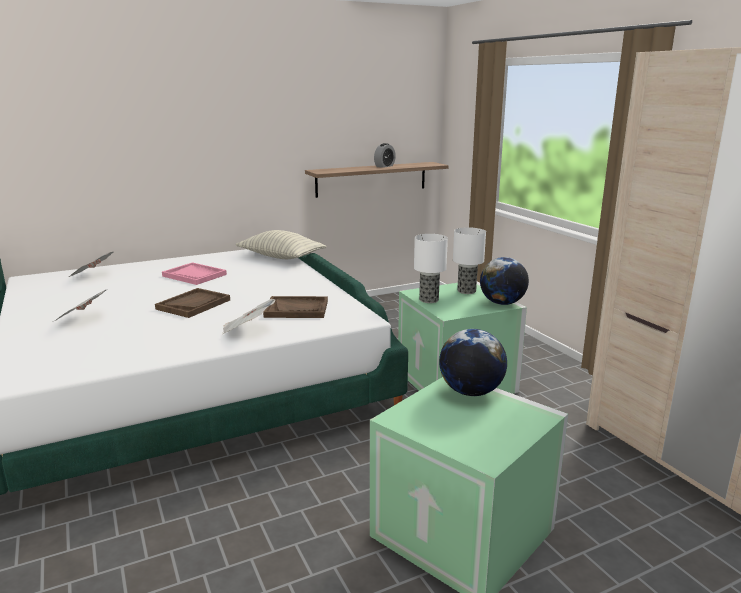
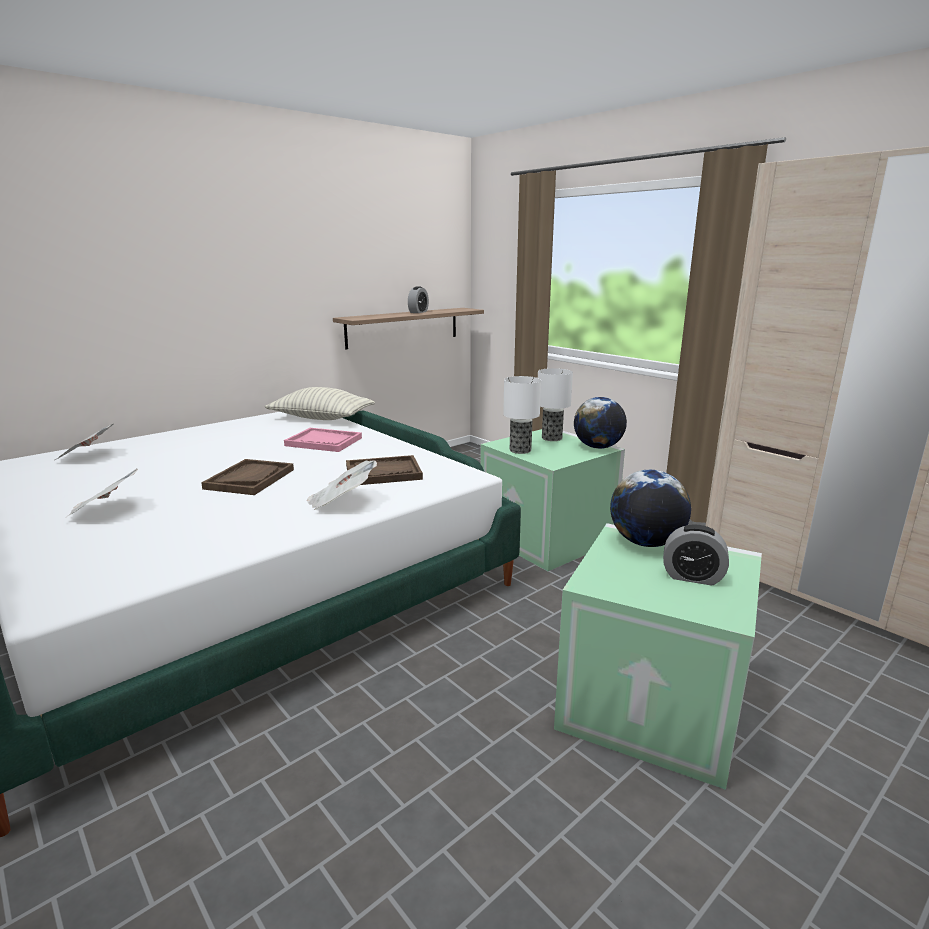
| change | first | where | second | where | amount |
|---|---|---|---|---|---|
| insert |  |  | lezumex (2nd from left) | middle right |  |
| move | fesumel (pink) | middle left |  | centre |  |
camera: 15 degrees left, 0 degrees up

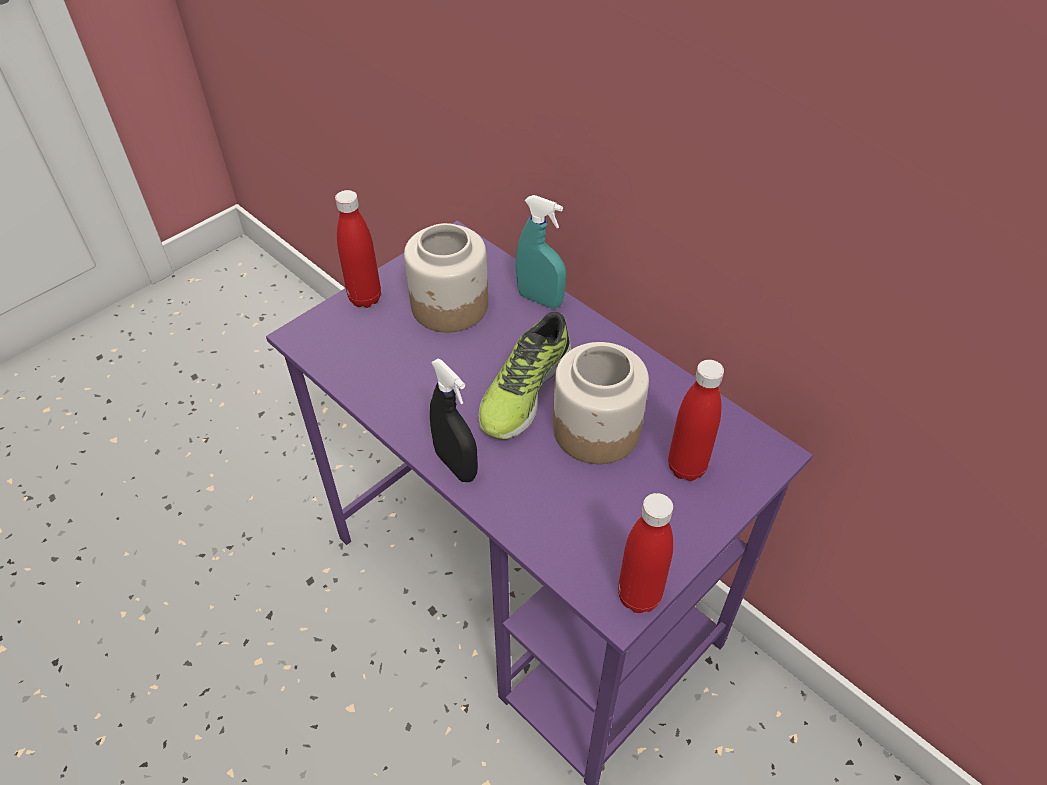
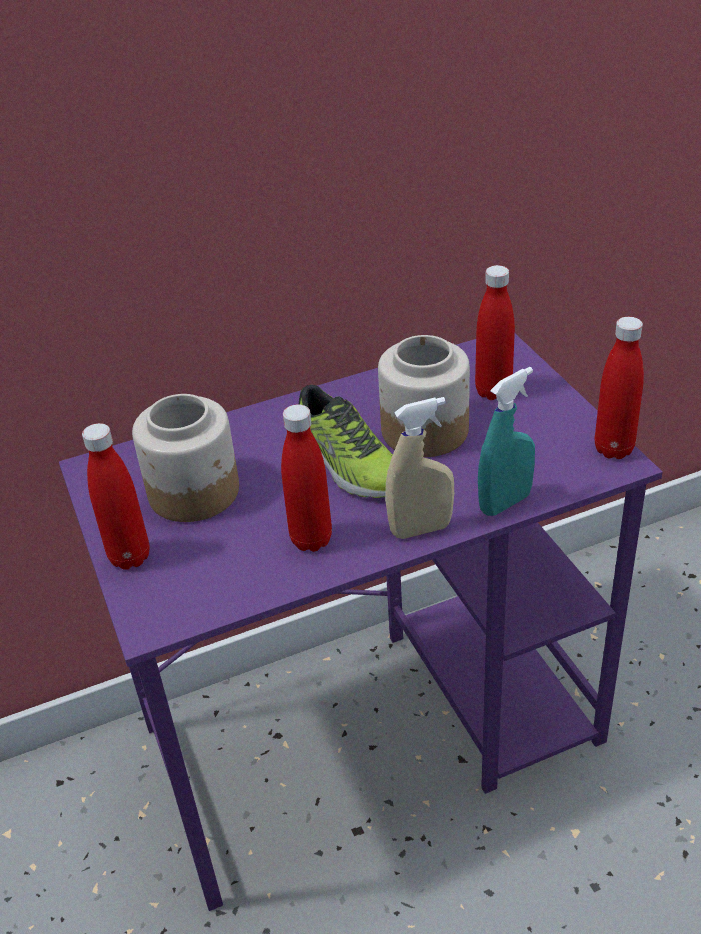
| change | first | where | second | where | amount |
|---|---|---|---|---|---|
| insert |  |  | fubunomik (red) (2nd from left) | centre |  |
| move | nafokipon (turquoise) | top centre |  | middle right |  |
| recolor | nafokipon (black) | centre | nafokipon (beige) | centre |  |
camera: 65 degrees left, 10 degrees down

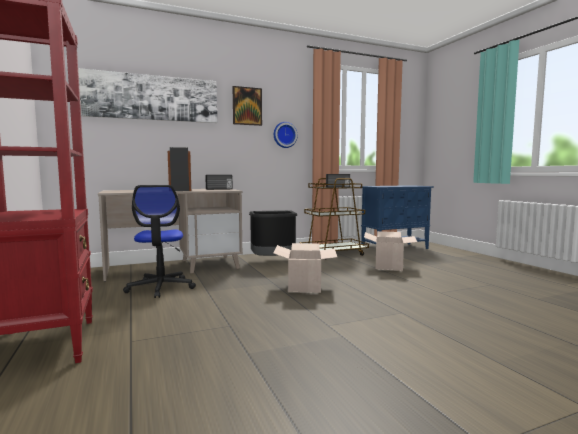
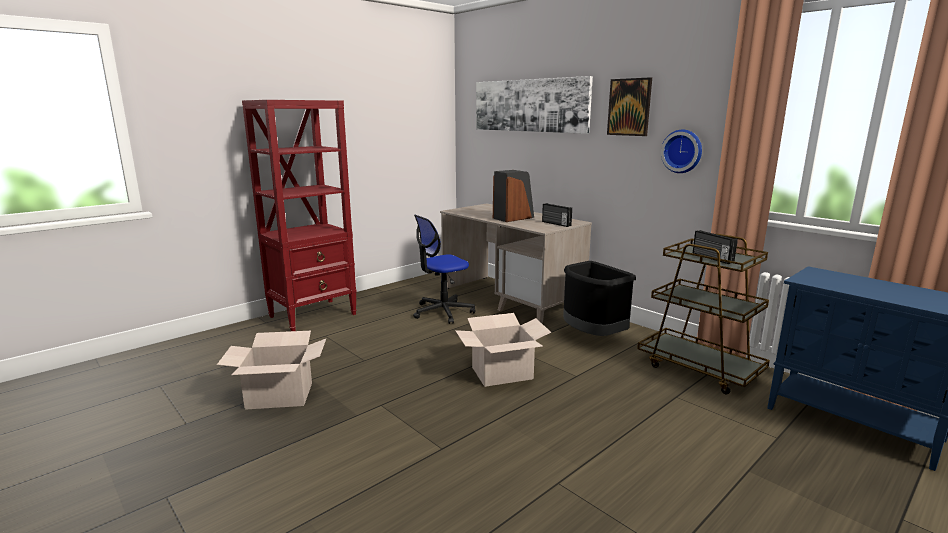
| change | first | where | second | where | amount |
|---|---|---|---|---|---|
| move | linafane (2nd from left in the first image) | middle right | linafane (1st from left) | bottom left |  |
camera: 70 degrees right, 10 degrees up

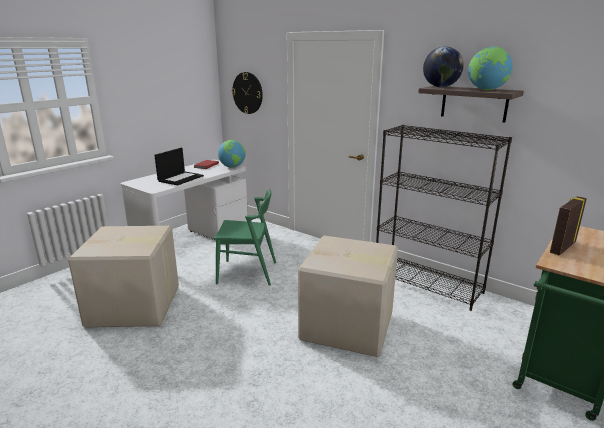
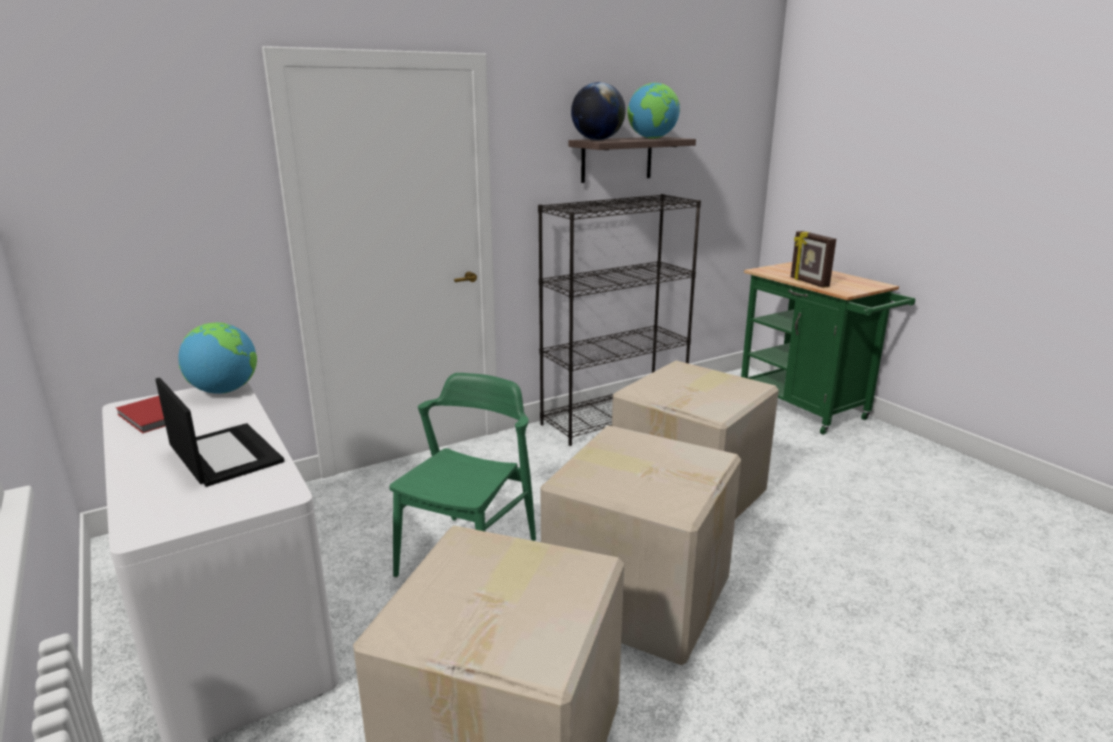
| change | first | where | second | where | amount |
|---|---|---|---|---|---|
| delete | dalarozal | top centre |  |  |  |
| insert |  |  | linafane (2nd from left) | bottom centre |  |
camera: 70 degrees left, 0 degrees up

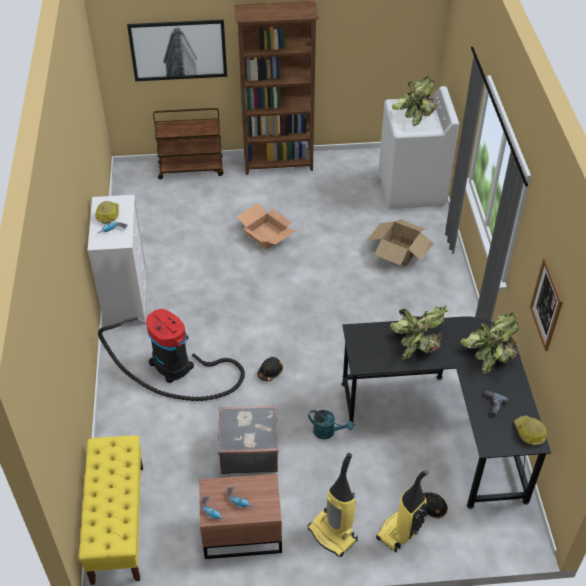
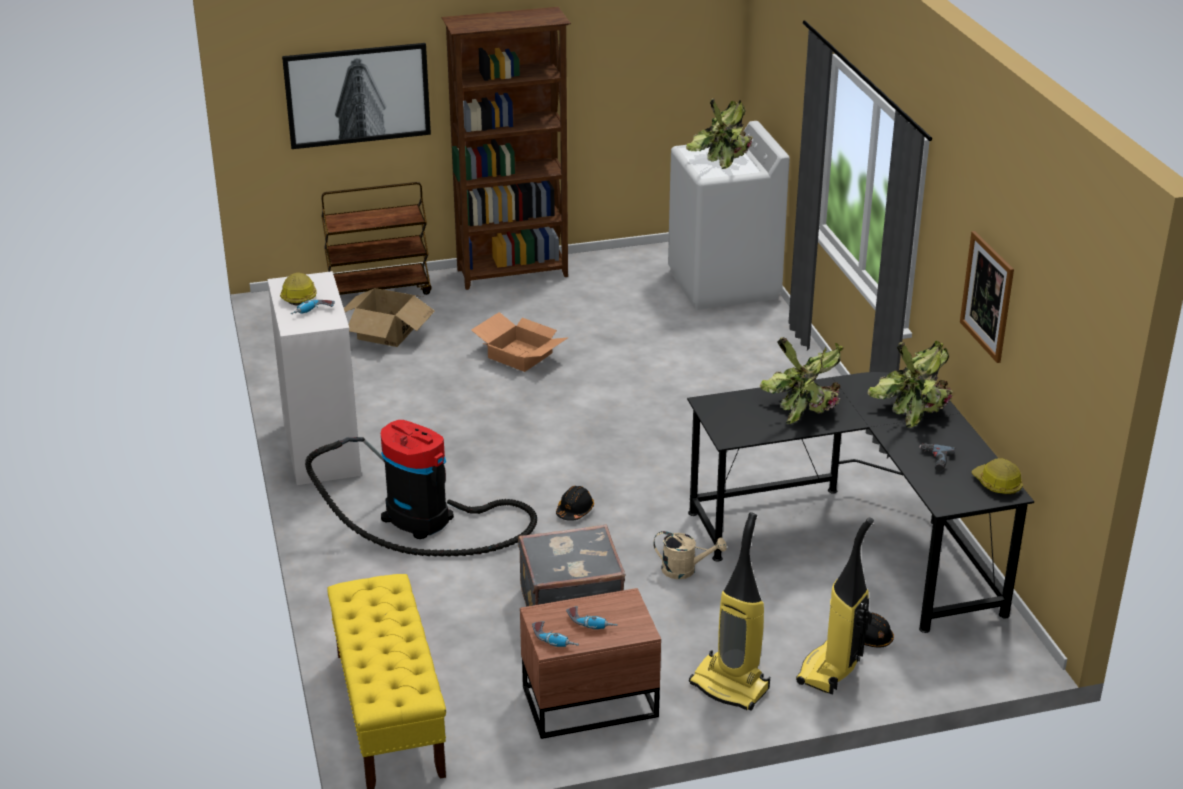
| change | first | where | second | where | amount |
|---|---|---|---|---|---|
| move | linafane (2nd from left in the first image) | middle right | linafane (1st from left) | middle left |  |
| recolor | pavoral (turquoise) | bottom centre | pavoral (beige) | bottom centre |  |
camera: 10 degrees left, 15 degrees down

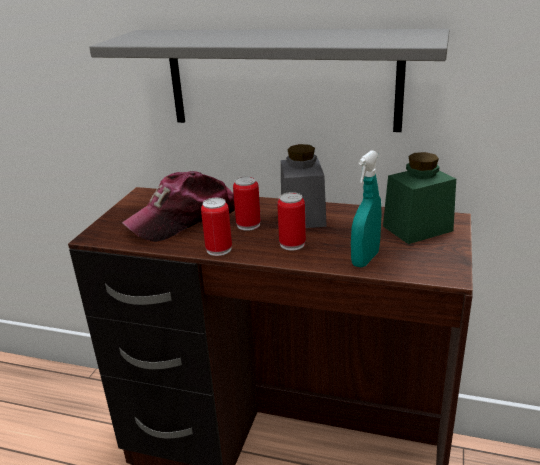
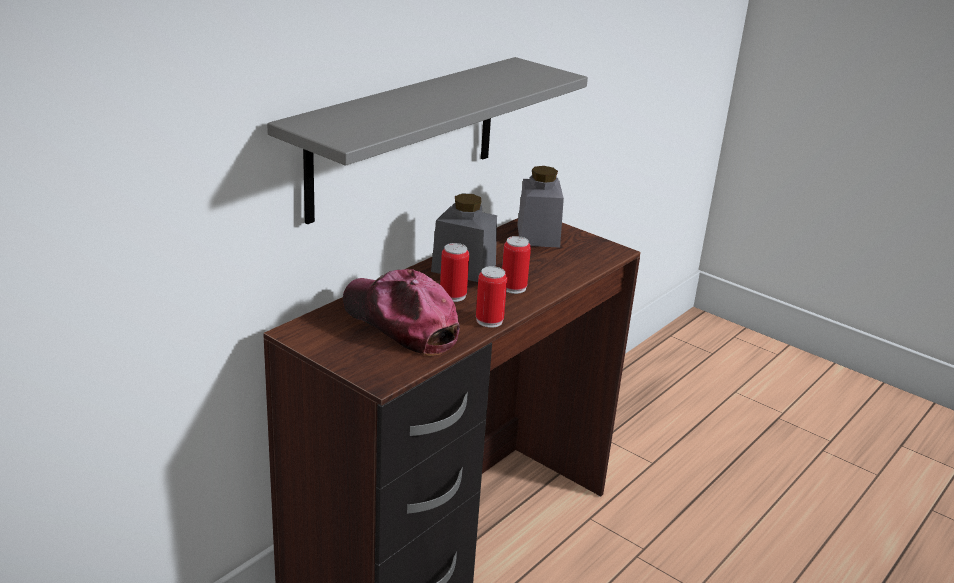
| change | first | where | second | where | amount |
|---|---|---|---|---|---|
| delete | nafokipon (turquoise) | middle right |  |  |  |
| recolor | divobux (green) | middle right | divobux (grey) (2nd from left) | centre |  |
| rotate | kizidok | middle left |  | centre | 150 degrees clockwise |
camera: 70 degrees left, 0 degrees up

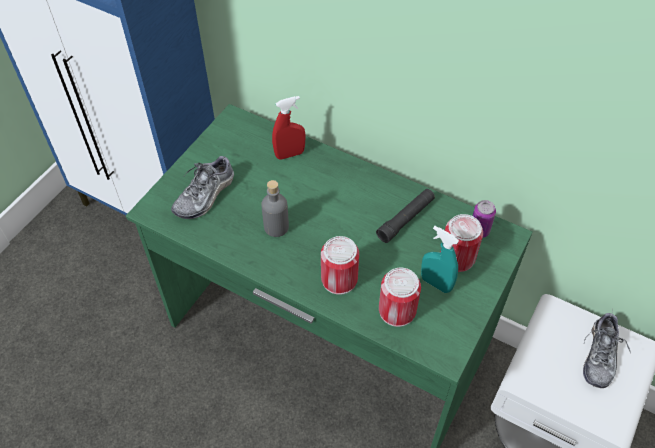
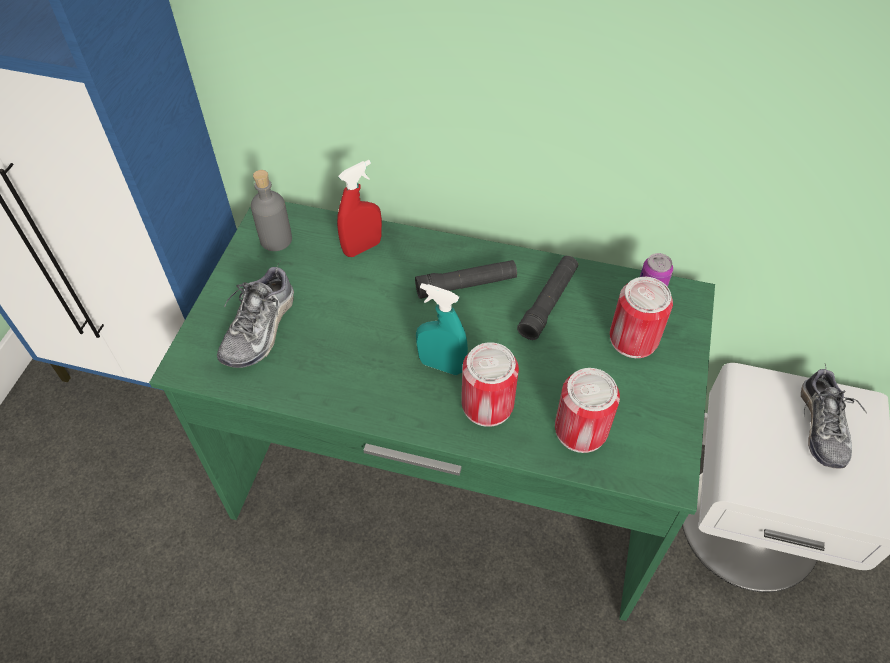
| change | first | where | second | where | amount |
|---|---|---|---|---|---|
| insert |  |  | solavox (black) (1st from left) | centre |  |
| move | fubunomik (grey) | centre |  | top left |  |
| move | nafokipon (turquoise) | middle right |  | centre |  |
camera: 15 degrees left, 0 degrees up

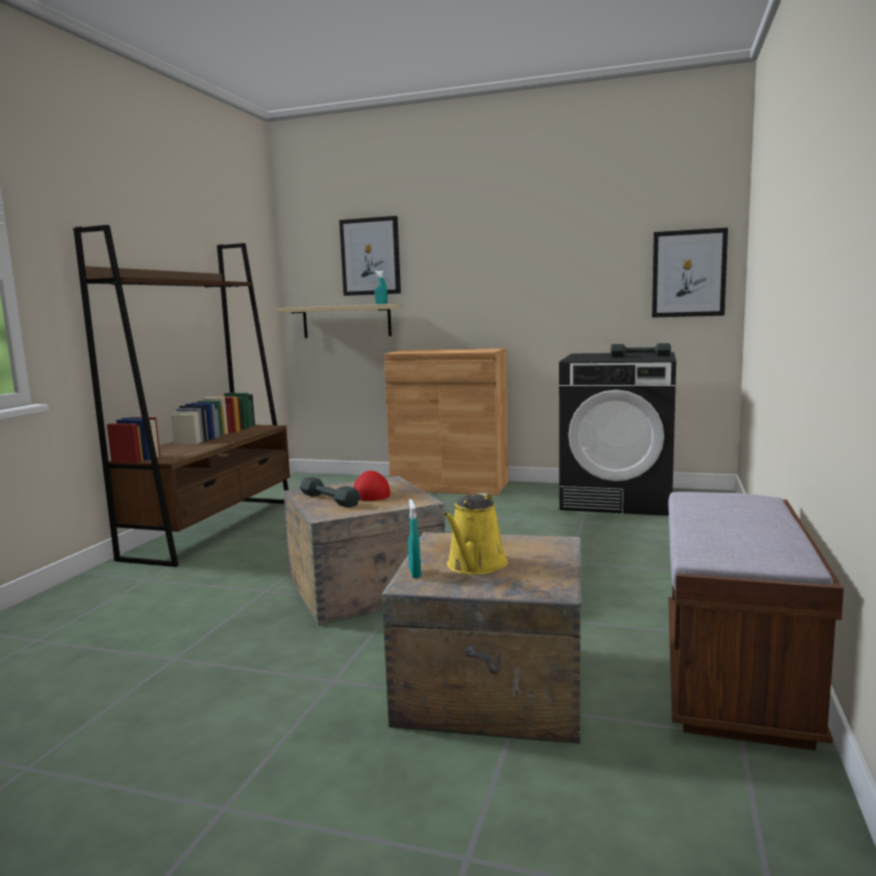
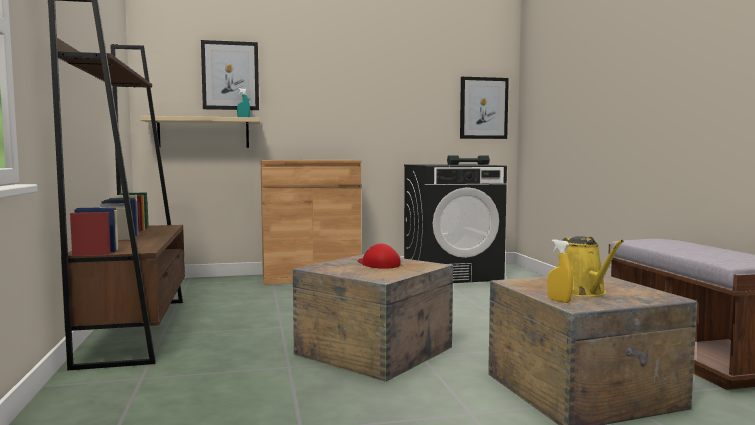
| change | first | where | second | where | amount |
|---|---|---|---|---|---|
| delete | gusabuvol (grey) (1st from left) | centre |  |  |  |
| recolor | nafokipon (turquoise) (2nd from left) | centre | nafokipon (yellow) | middle right |  |
camera: 30 degrees left, 5 degrees down

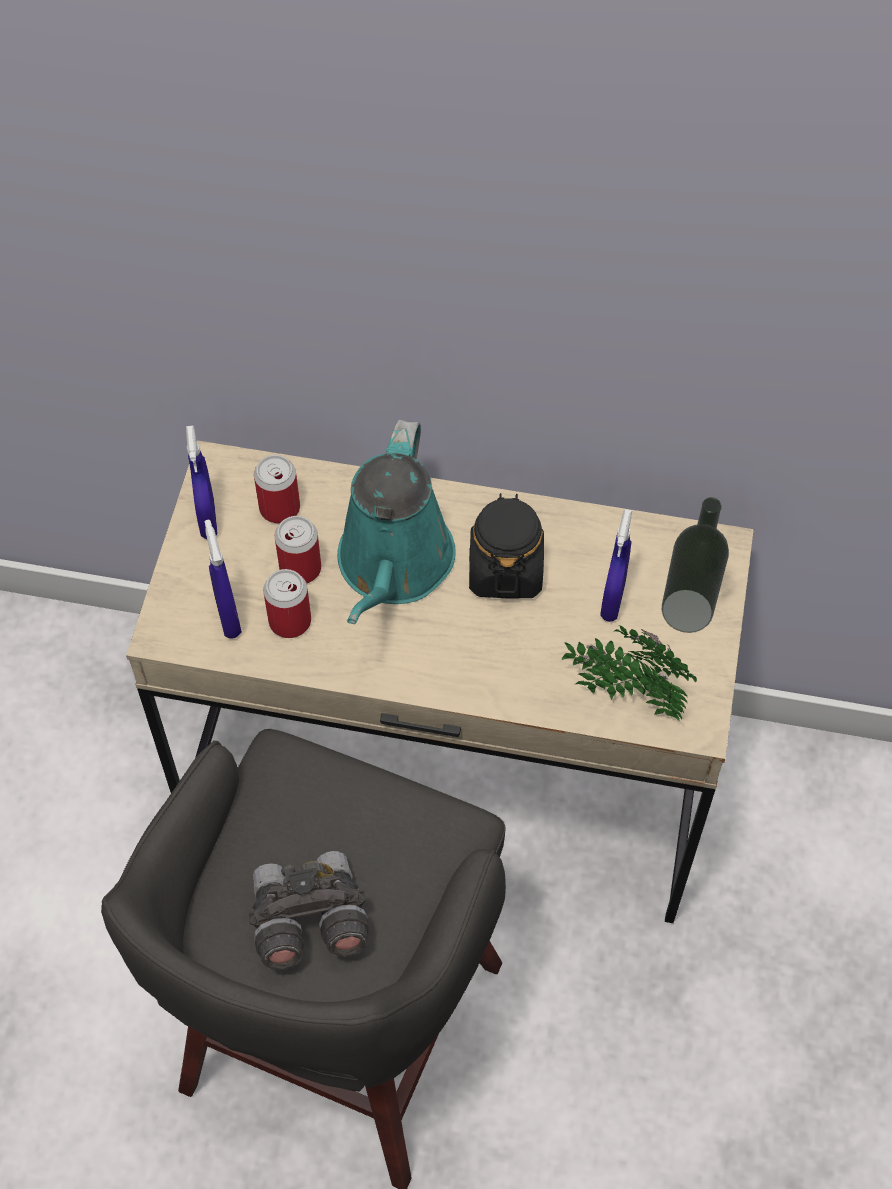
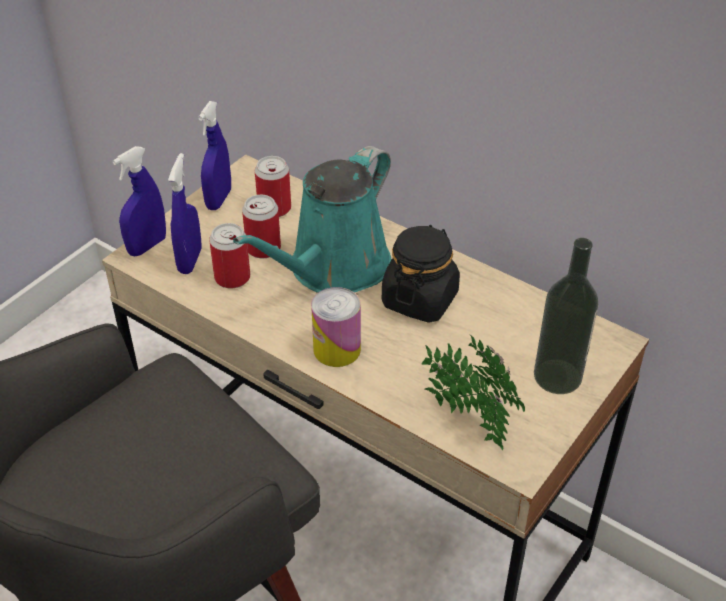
| change | first | where | second | where | amount |
|---|---|---|---|---|---|
| delete | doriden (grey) | bottom centre |  |  |  |
| insert |  |  | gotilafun (4th from left) | centre |  |
| move | nafokipon (blue) (3rd from left in the first image) | middle right | nafokipon (blue) (1st from left) | middle left |  |
camera: 25 degrees right, 15 degrees down

